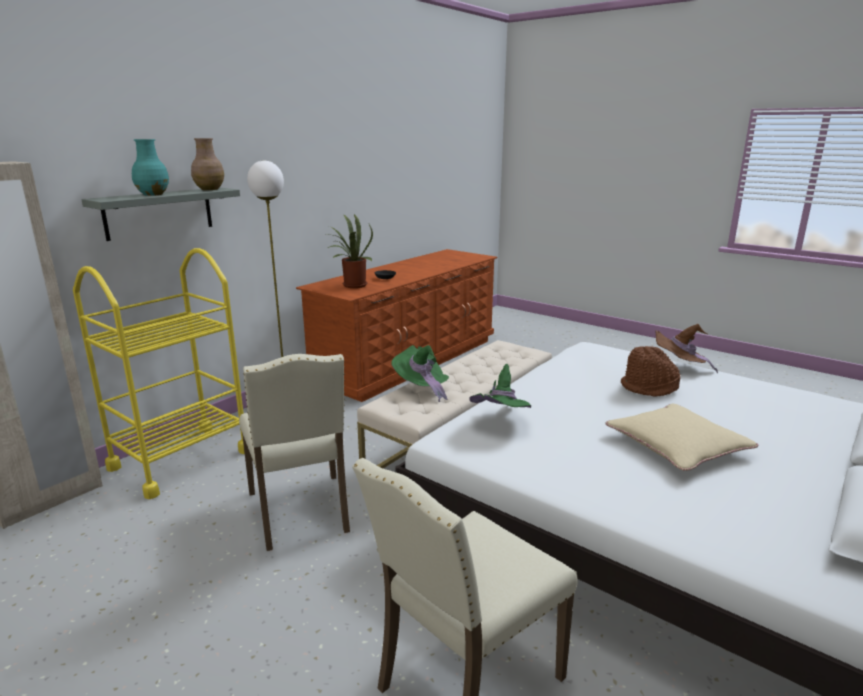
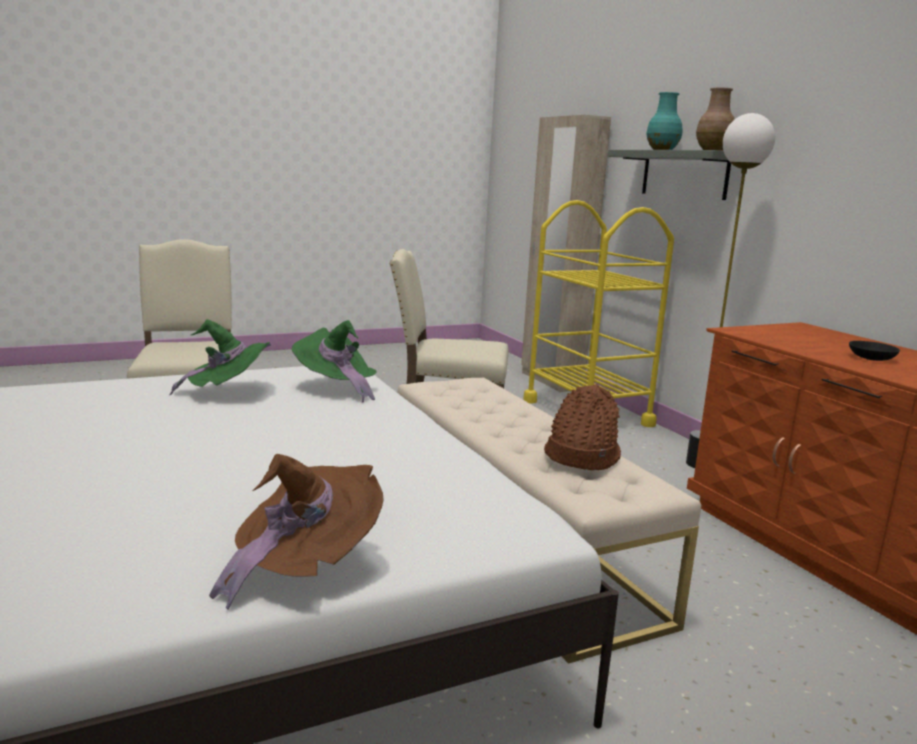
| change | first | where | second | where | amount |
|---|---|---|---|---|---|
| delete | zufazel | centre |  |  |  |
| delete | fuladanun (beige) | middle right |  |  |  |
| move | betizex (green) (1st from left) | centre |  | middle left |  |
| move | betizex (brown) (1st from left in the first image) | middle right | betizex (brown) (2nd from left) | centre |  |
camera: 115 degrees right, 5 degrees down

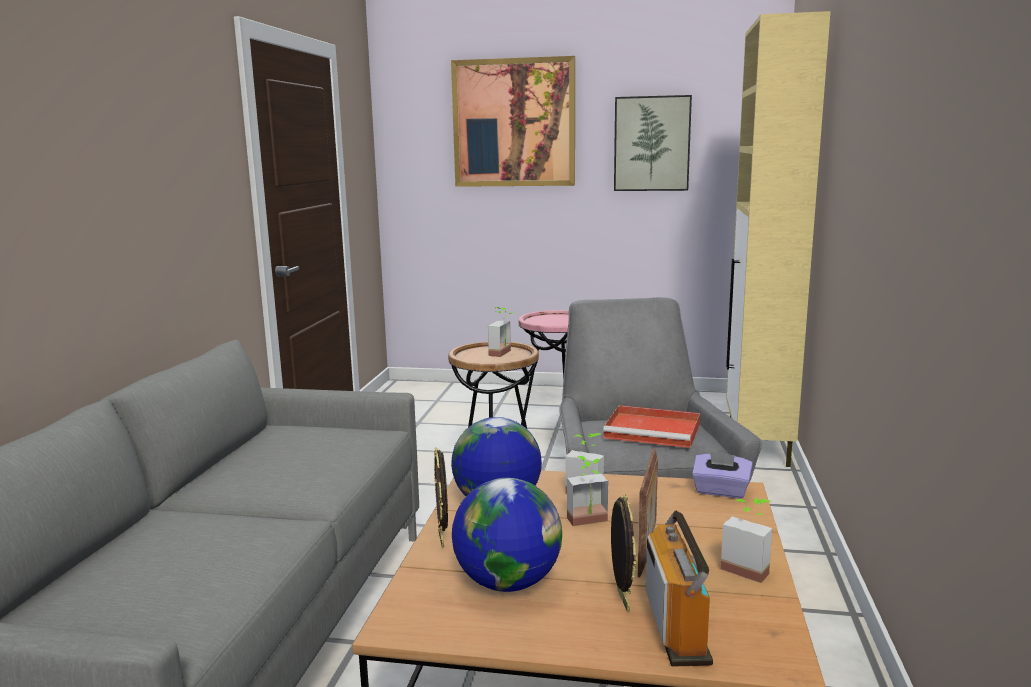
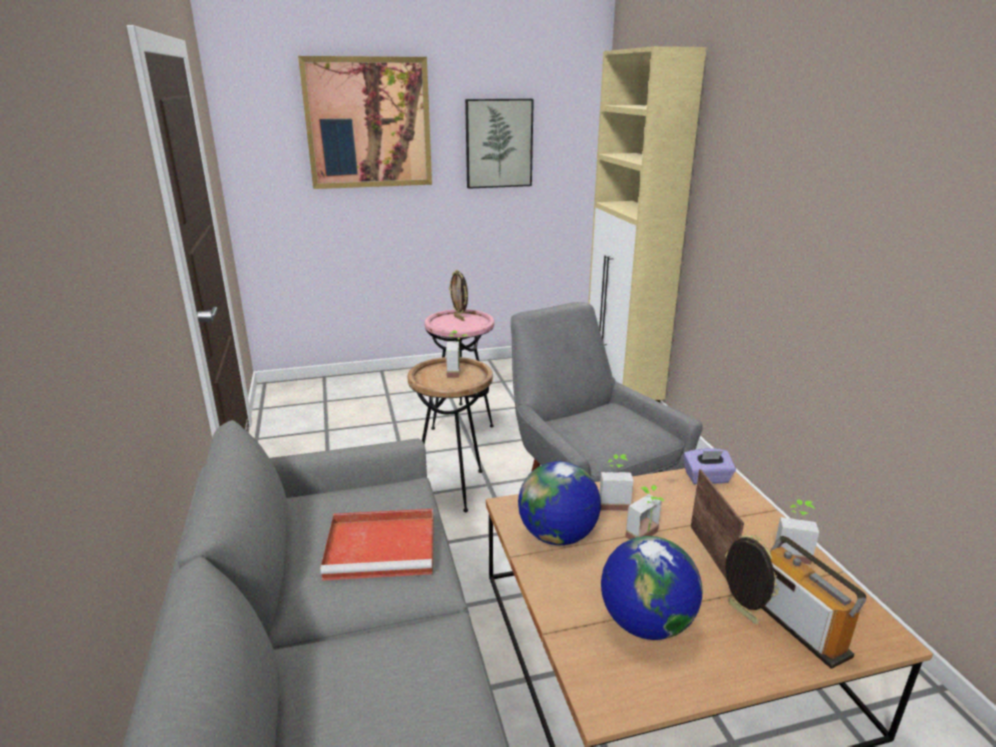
| change | first | where | second | where | amount |
|---|---|---|---|---|---|
| move | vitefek (1st from left) | bottom centre |  | centre |  |
| move | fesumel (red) | centre |  | bottom centre |  |
camera: 25 degrees left, 10 degrees up

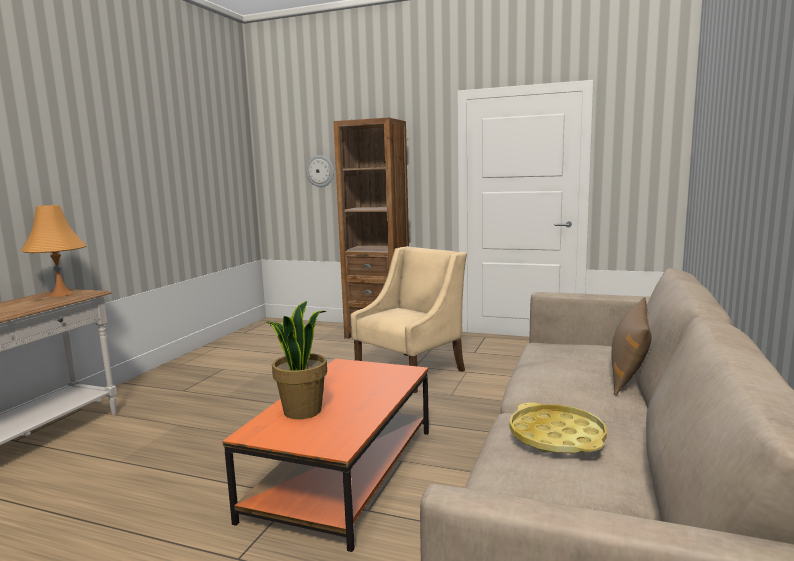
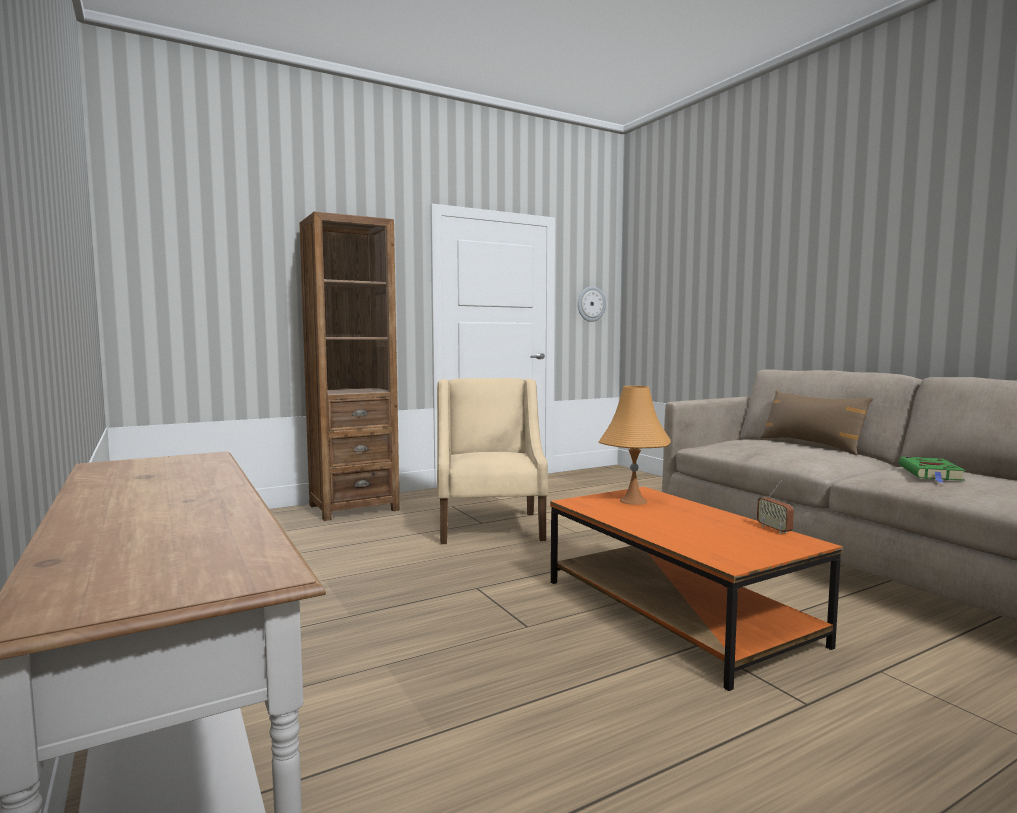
| change | first | where | second | where | amount |
|---|---|---|---|---|---|
| delete | zufazel | centre |  |  |  |
| insert |  |  | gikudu | middle right |  |
| move | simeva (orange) | middle left |  | centre |  |
| move | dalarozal | top centre |  | centre |  |
| replace | fesumel (yellow) | bottom right | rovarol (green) | middle right |  |
camera: 50 degrees left, 5 degrees down

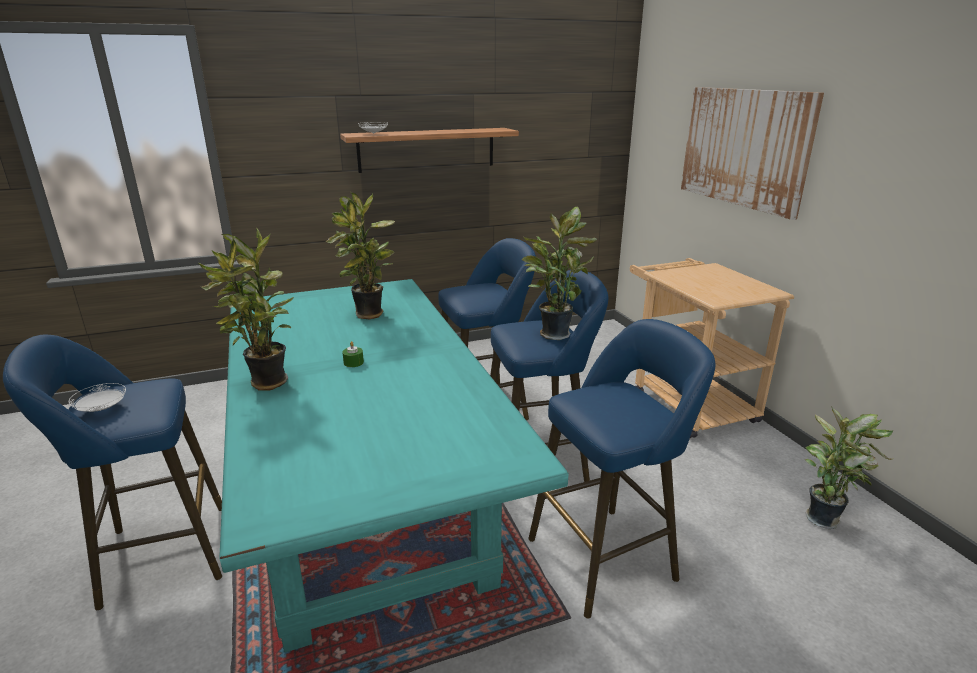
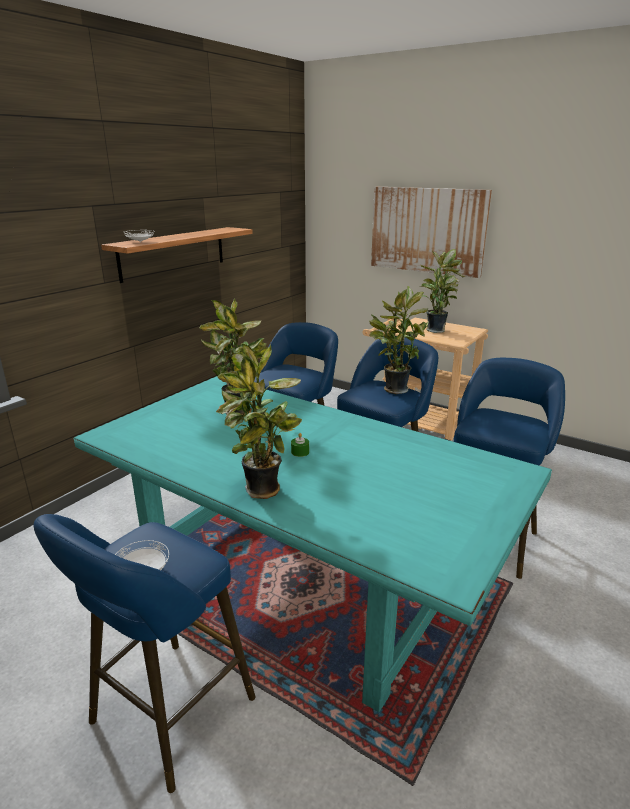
| change | first | where | second | where | amount |
|---|---|---|---|---|---|
| move | zufazel (4th from left) | bottom right |  | middle right |  |
camera: 35 degrees left, 0 degrees up

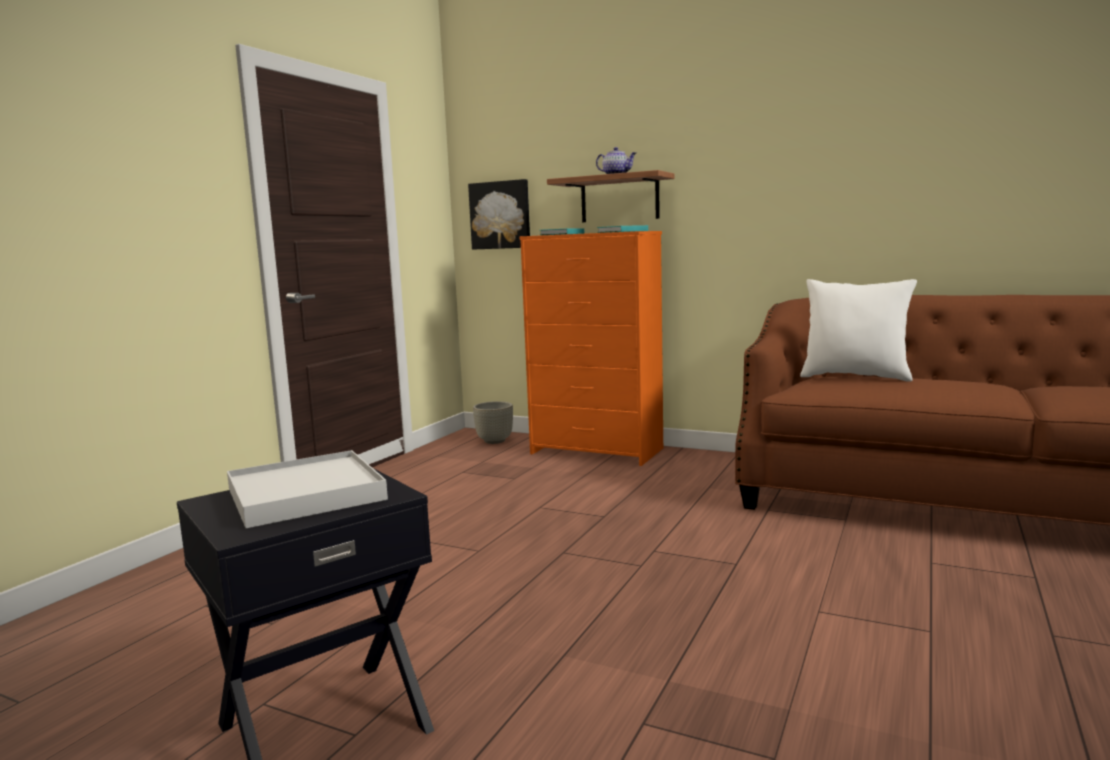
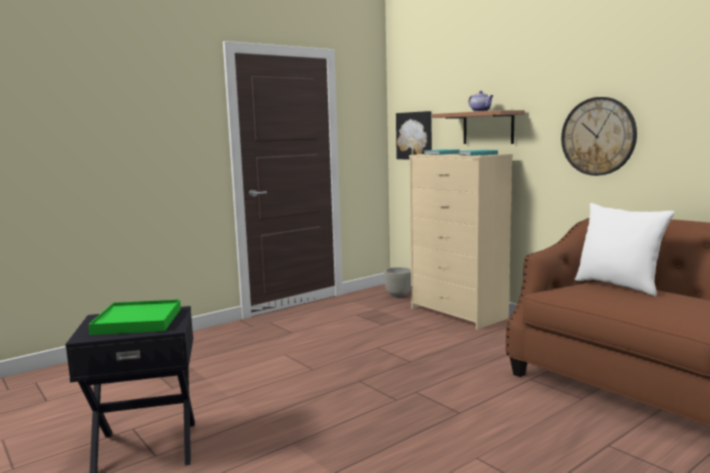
| change | first | where | second | where | amount |
|---|---|---|---|---|---|
| insert |  |  | dalarozal | top right |  |
| recolor | fesumel (white) | middle left | fesumel (green) | bottom left |  |
| recolor | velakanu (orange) | centre | velakanu (beige) | centre |  |
camera: 25 degrees right, 0 degrees up

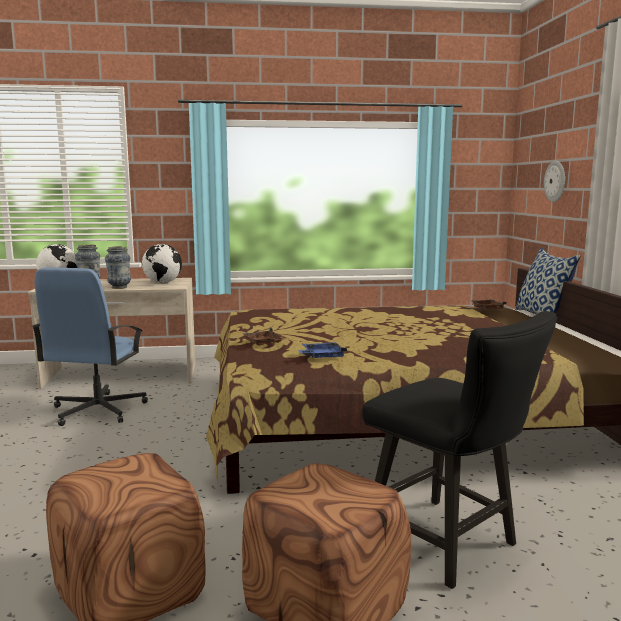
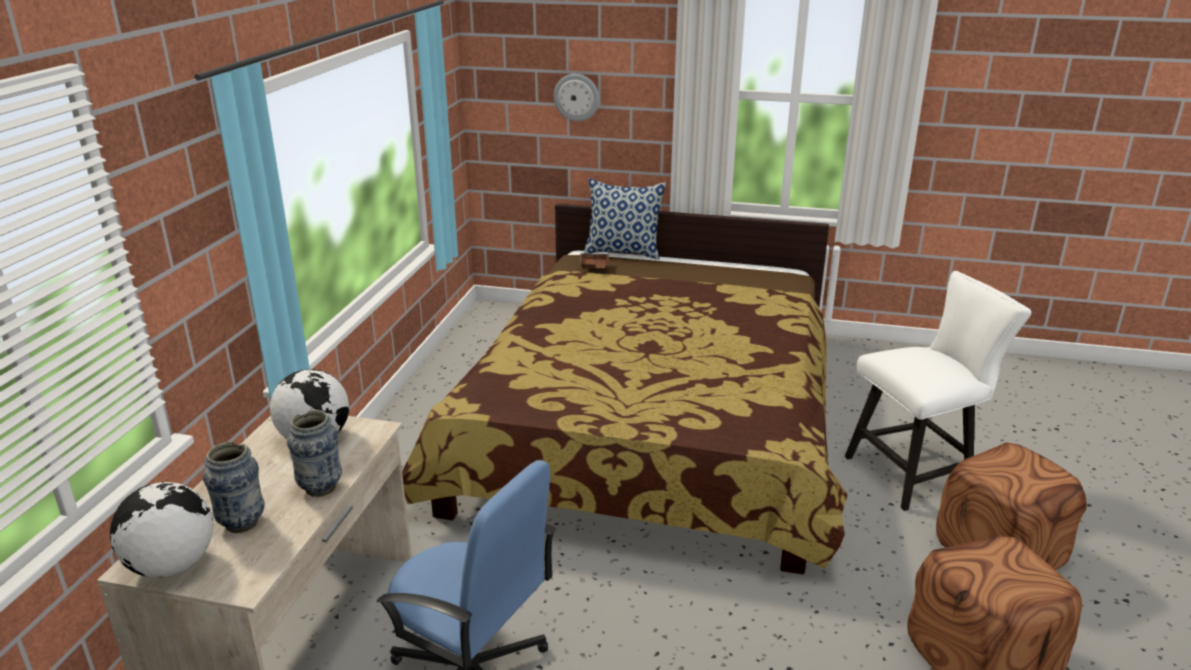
| change | first | where | second | where | amount |
|---|---|---|---|---|---|
| delete | fesumel (brown) (1st from left) | centre |  |  |  |
| delete | fesumel (blue) | centre |  |  |  |
| recolor | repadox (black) | bottom right | repadox (white) | middle right |  |
camera: 70 degrees left, 15 degrees up

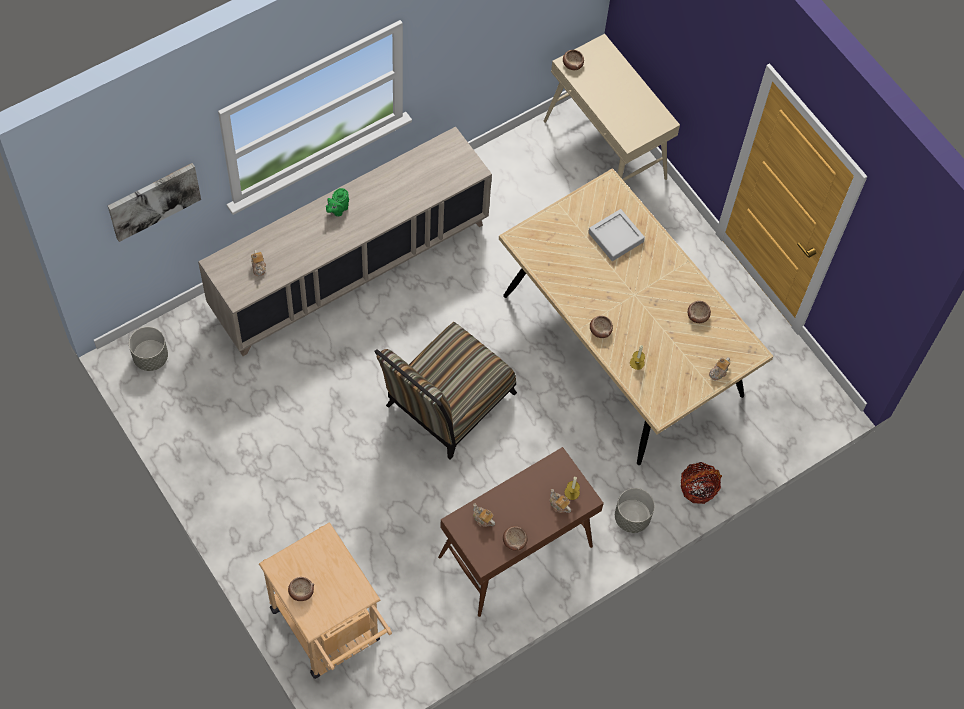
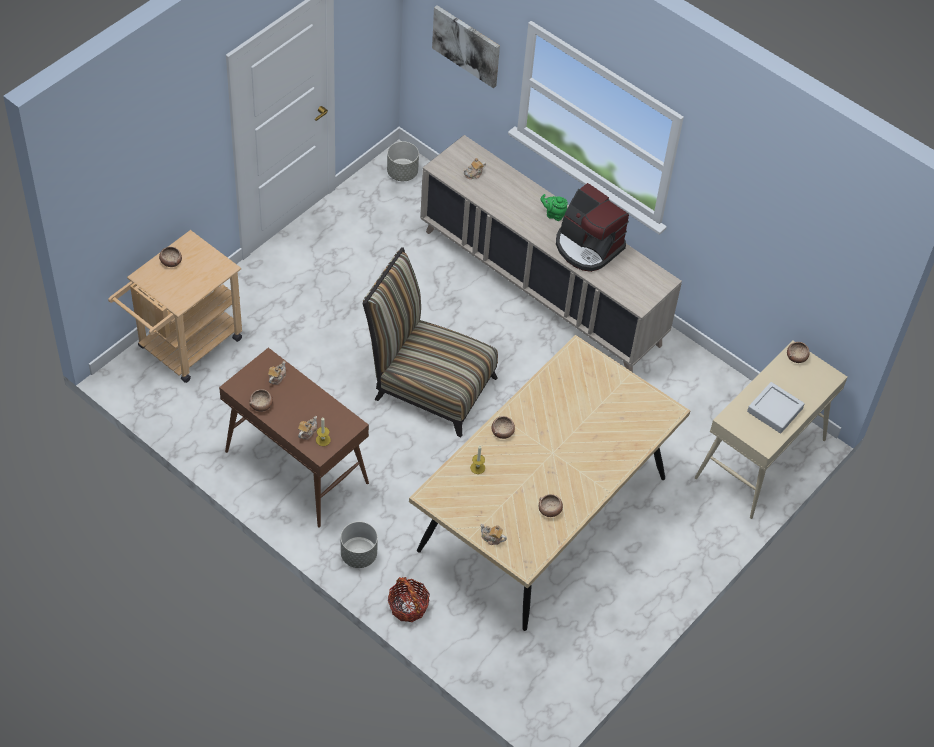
| change | first | where | second | where | amount |
|---|---|---|---|---|---|
| insert |  |  | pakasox | top centre |  |
| move | fesumel (grey) | top centre |  | middle right |  |
camera: 75 degrees right, 10 degrees down

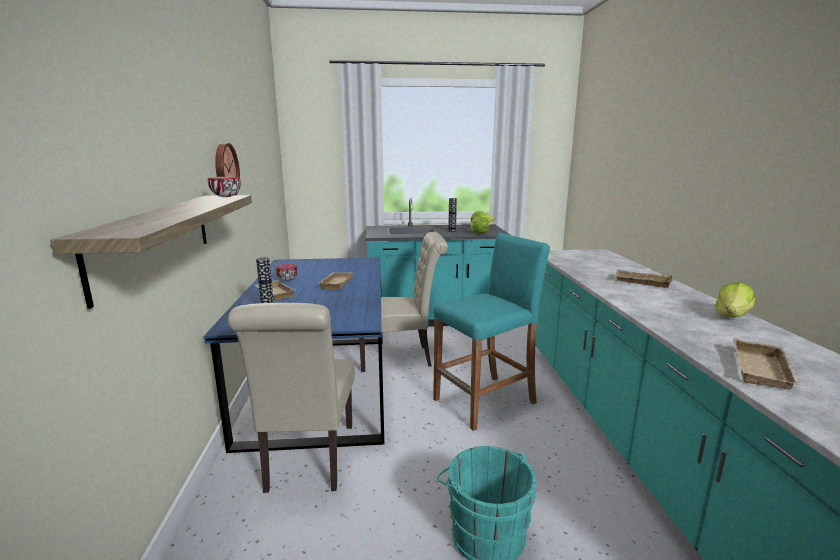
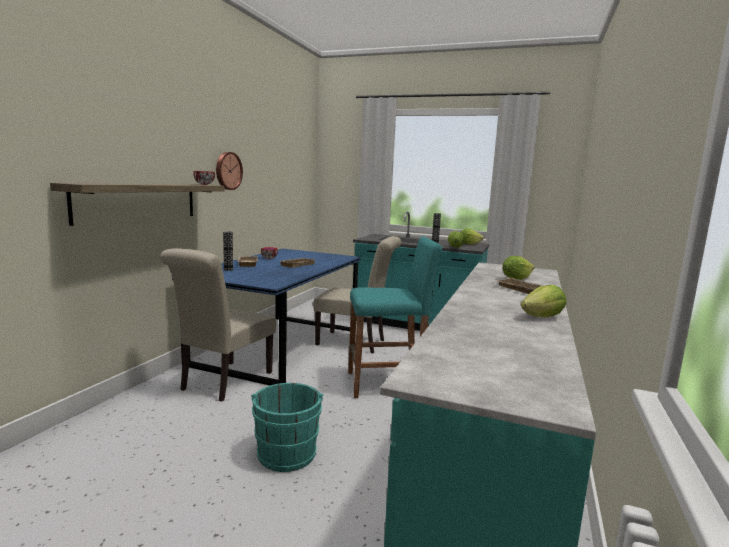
| change | first | where | second | where | amount |
|---|---|---|---|---|---|
| delete | fesumel (beige) (4th from left) | middle right |  |  |  |
| insert |  |  | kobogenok (3rd from left) | middle right |  |
camera: 25 degrees right, 5 degrees down

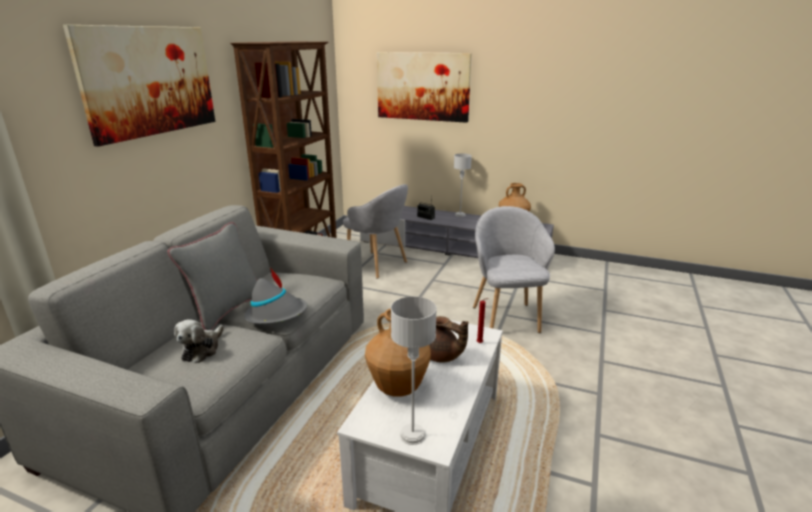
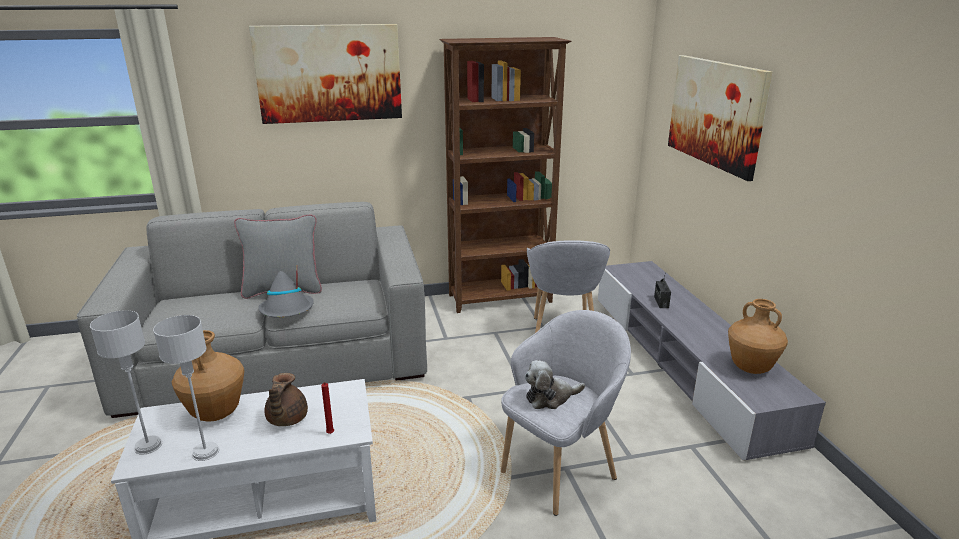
| change | first | where | second | where | amount |
|---|---|---|---|---|---|
| move | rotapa | middle left |  | bottom centre |  |
| move | simeva (grey) (2nd from left) | centre |  | bottom left |  |
camera: 55 degrees right, 0 degrees up

